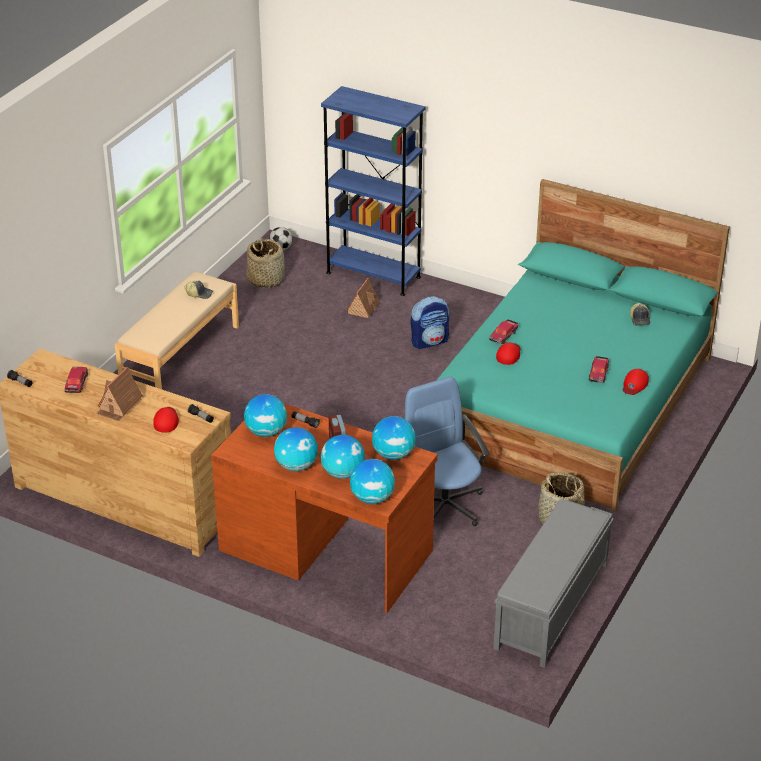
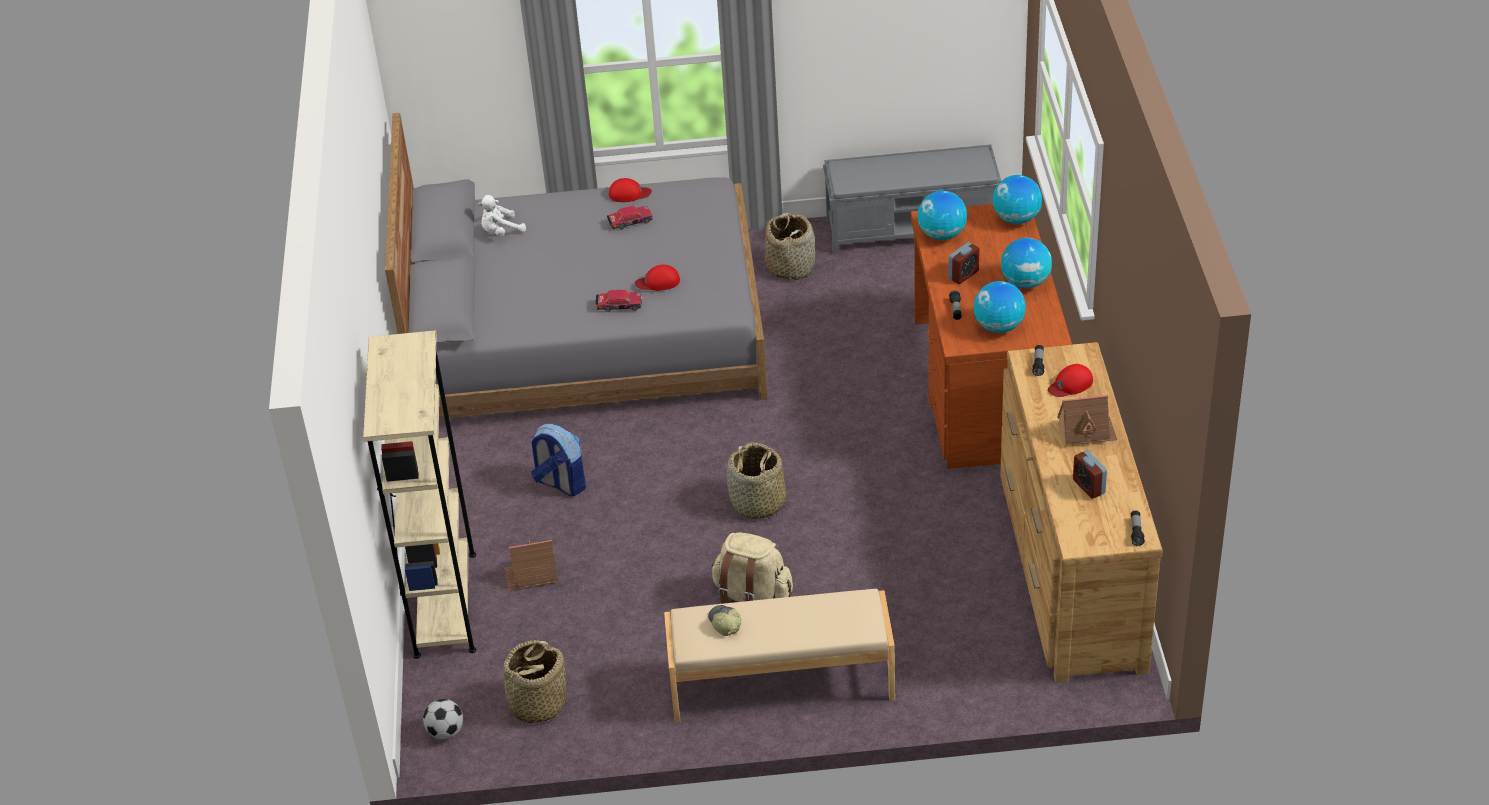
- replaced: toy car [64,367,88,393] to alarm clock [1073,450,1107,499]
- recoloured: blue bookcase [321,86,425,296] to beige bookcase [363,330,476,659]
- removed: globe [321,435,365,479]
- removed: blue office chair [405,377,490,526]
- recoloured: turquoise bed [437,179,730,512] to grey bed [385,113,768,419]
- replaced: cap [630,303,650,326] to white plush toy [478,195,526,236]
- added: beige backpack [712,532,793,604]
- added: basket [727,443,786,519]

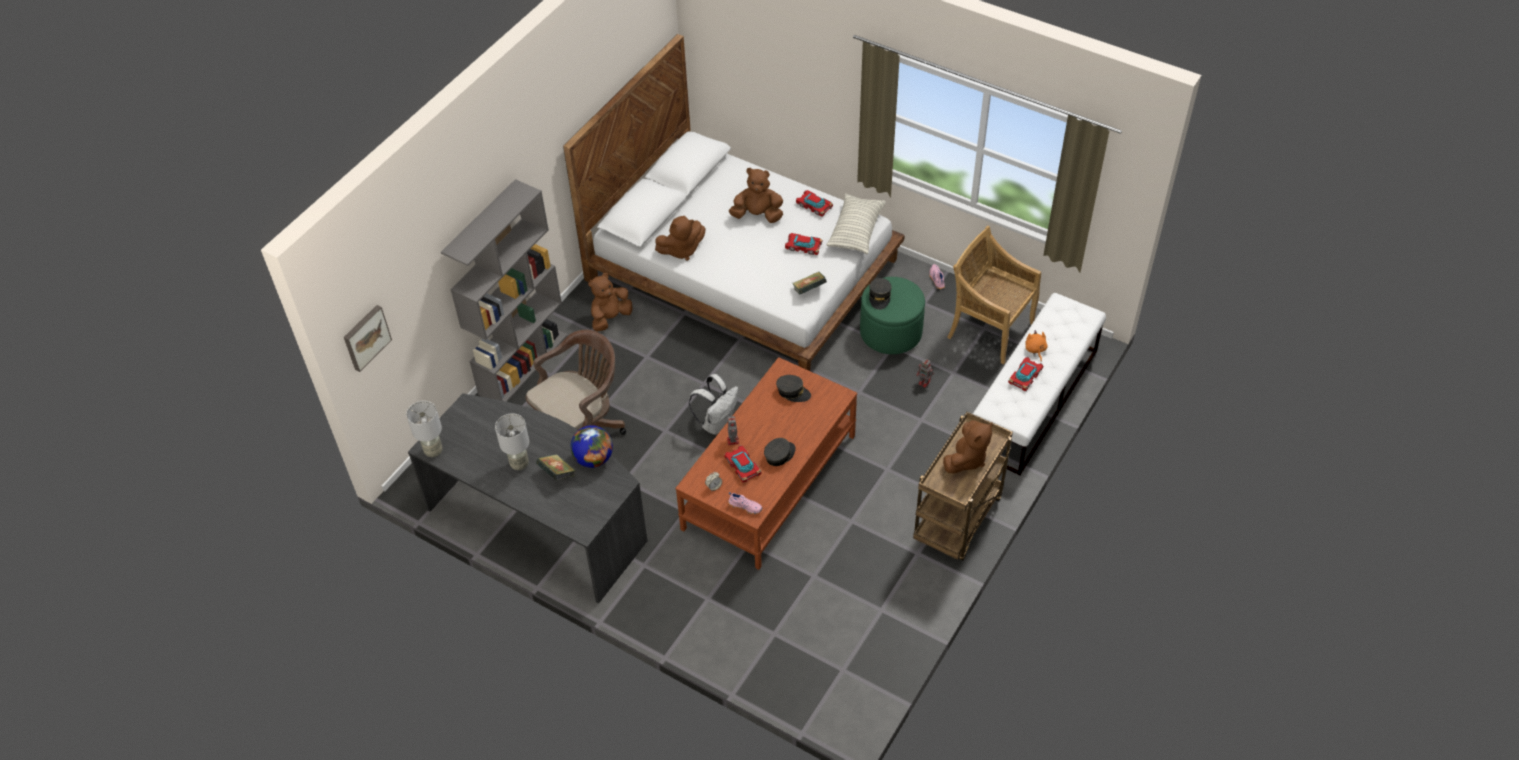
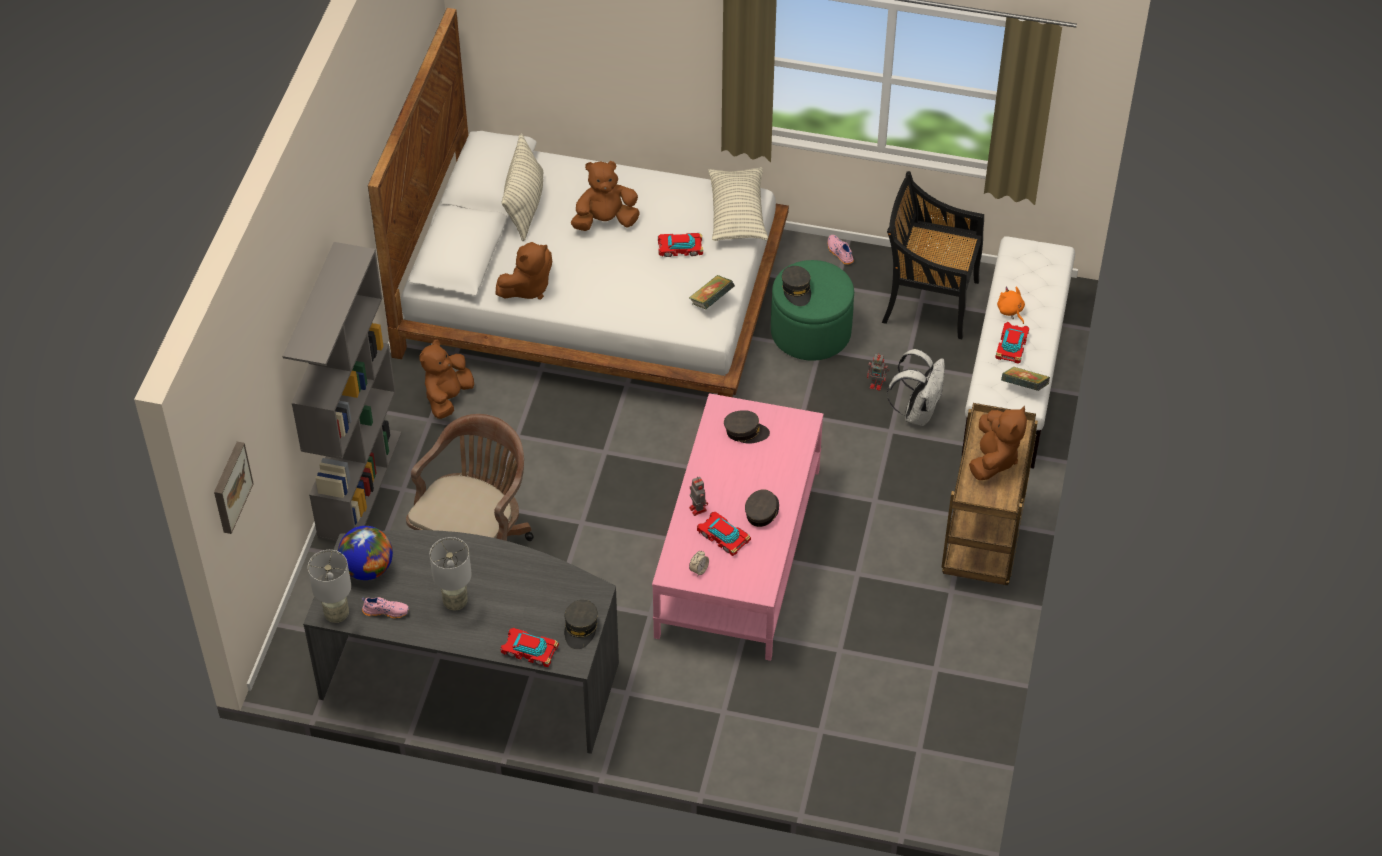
- moved: book [536,454,576,480] to [1001,366,1050,391]
- moved: globe [570,425,613,468] to [338,526,393,580]
- recoloured: brown coffee table [675,357,857,570] to pink coffee table [652,393,823,661]
- moved: white backpack [689,374,739,435] to [887,349,945,426]
- moved: pink shoe [728,492,762,514] to [361,597,409,619]
- moved: toy car [796,190,833,217] to [500,628,559,667]
- recoloured: beige chair [947,226,1041,364] to black chair [882,171,984,339]
- added: pillow [501,133,543,241]
- added: grey cap [564,600,598,649]

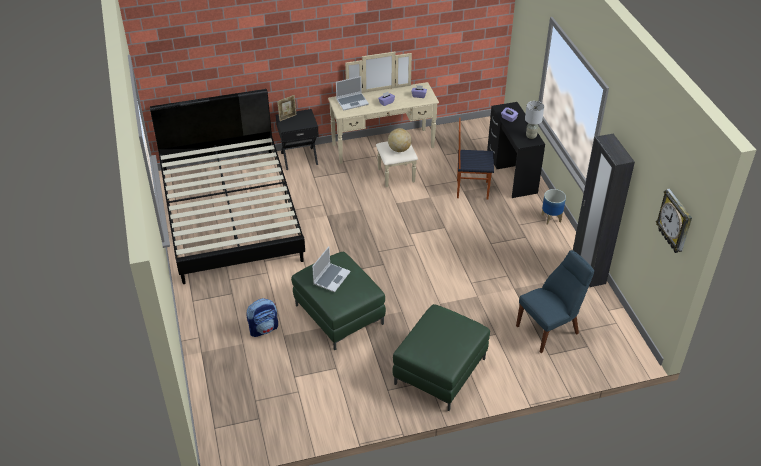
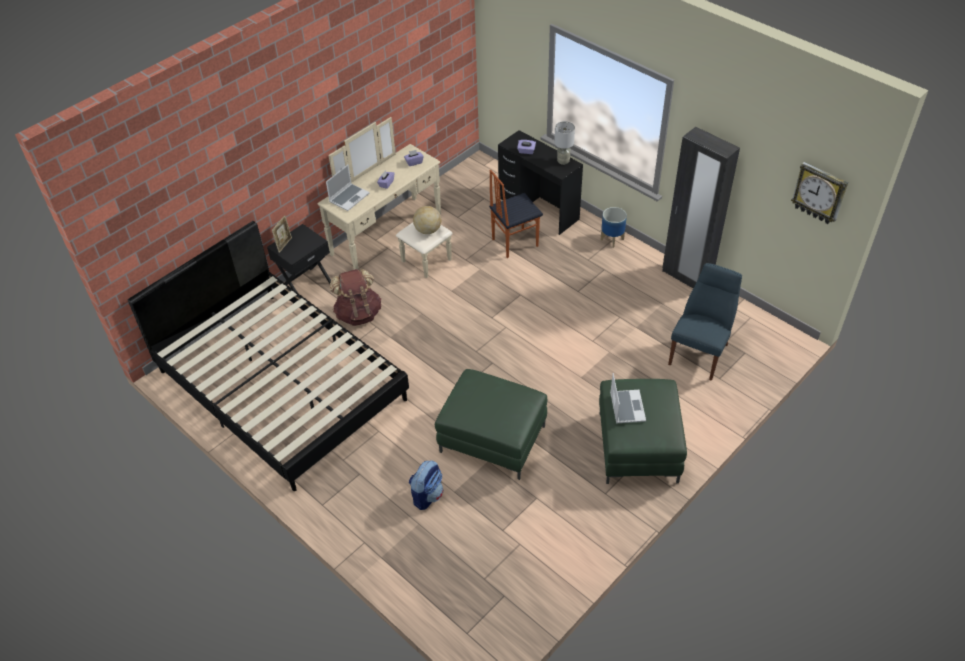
- moved: laptop [312,246,351,292] to [610,373,646,423]
- added: brown backpack [329,269,381,326]

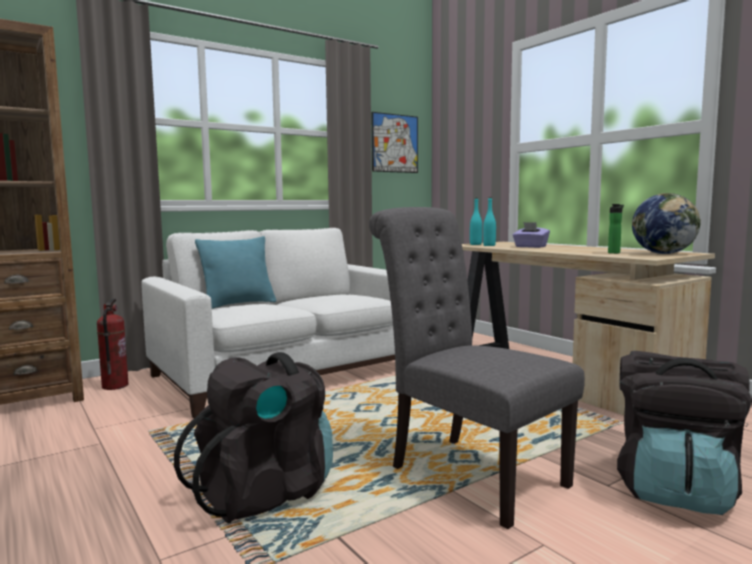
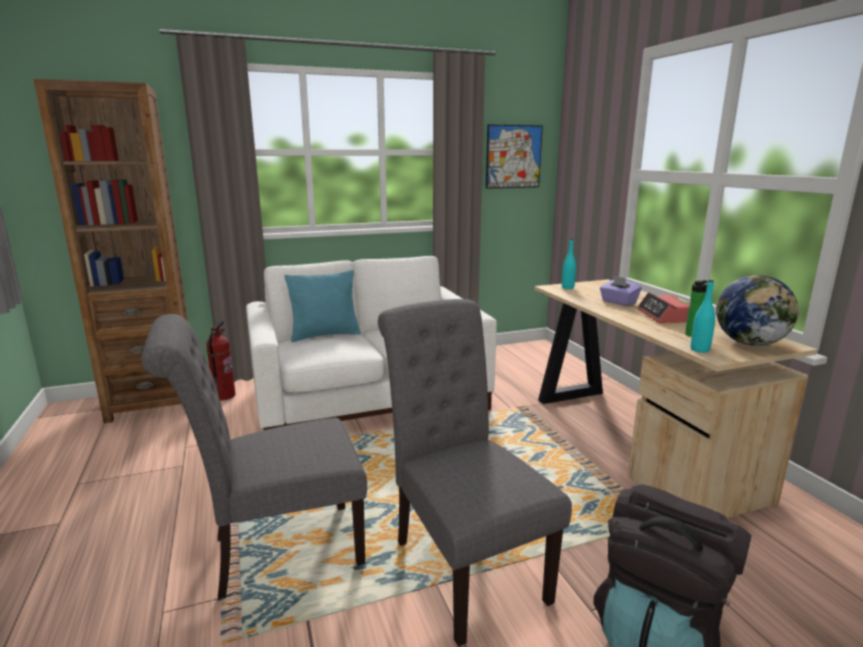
- replaced: black backpack [174,352,333,523] to grey chair [142,314,367,600]
- moved: turquoise bottle [483,197,496,246] to [691,280,715,353]
- added: alarm clock [637,292,690,323]

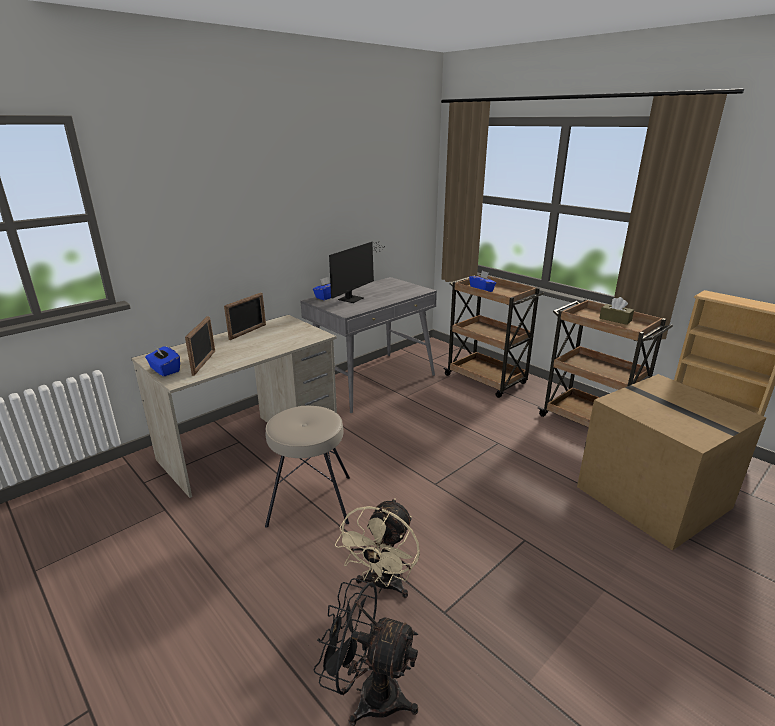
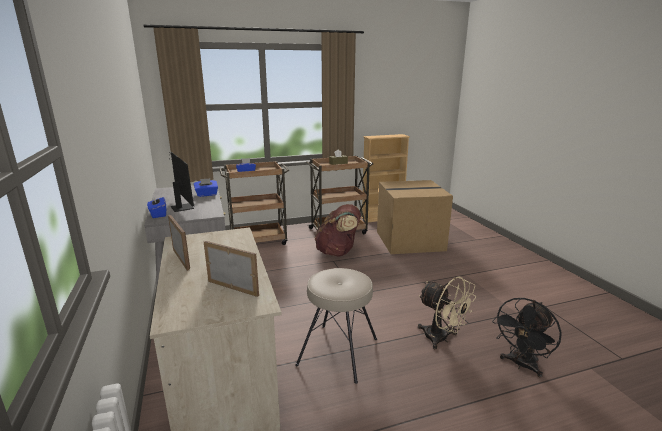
- moved: blue tissue box [145,346,180,376] to [194,178,218,197]
- added: brown backpack [314,204,361,257]

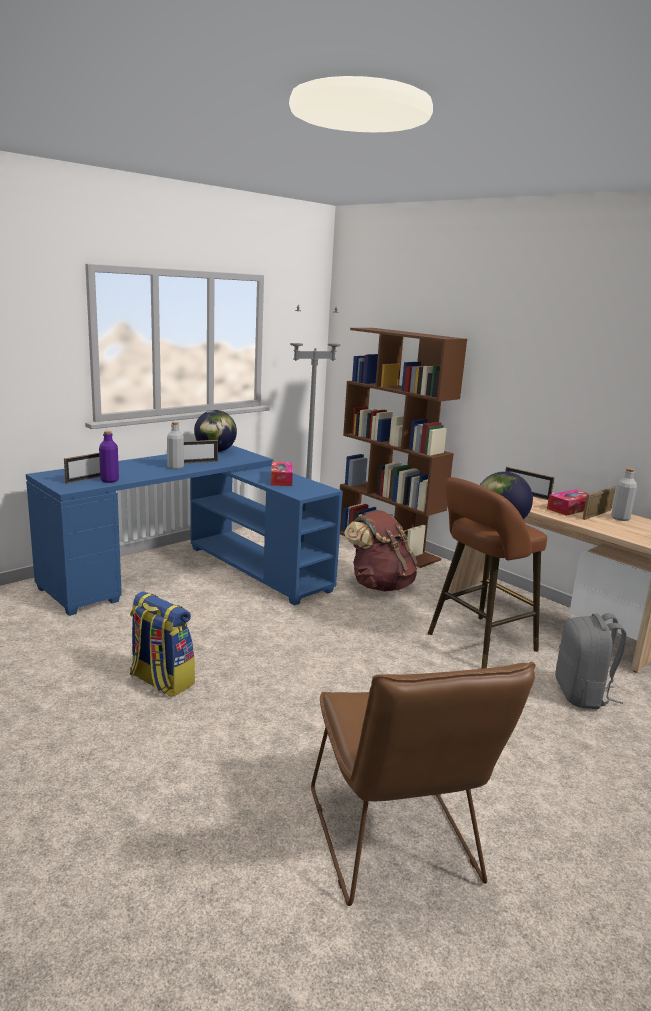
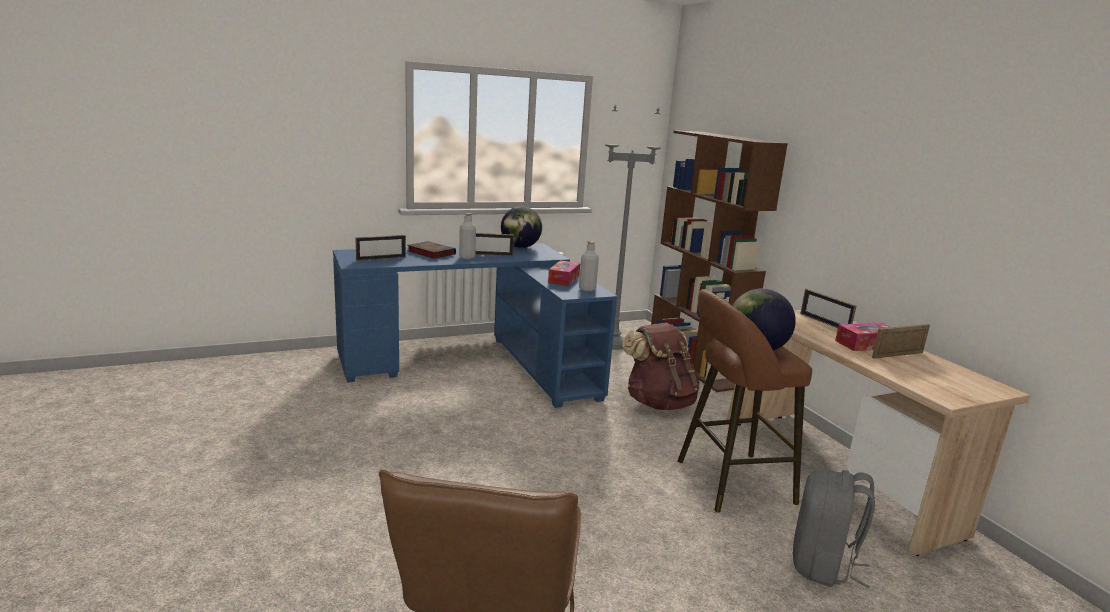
- removed: purple bottle [99,431,119,483]
- removed: backpack [130,591,195,697]
- moved: grey bottle [611,468,637,521] to [579,241,599,291]
- added: book [407,241,456,259]

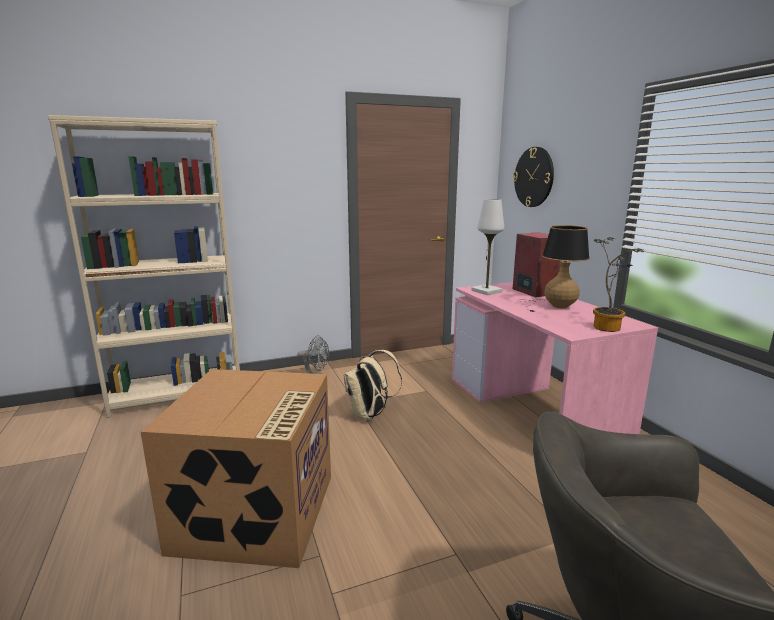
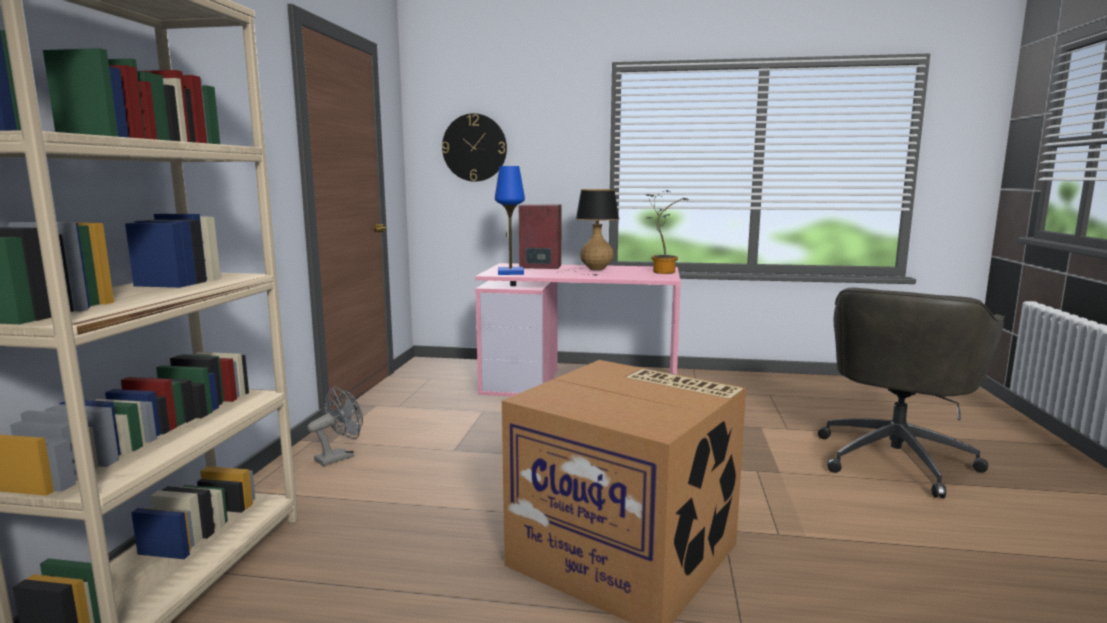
- removed: beige backpack [344,350,402,421]
- recoloured: white table lamp [471,199,504,295] to blue table lamp [495,166,525,275]

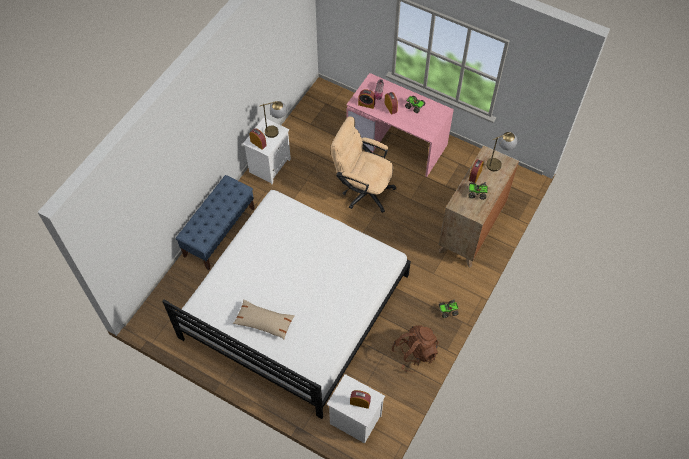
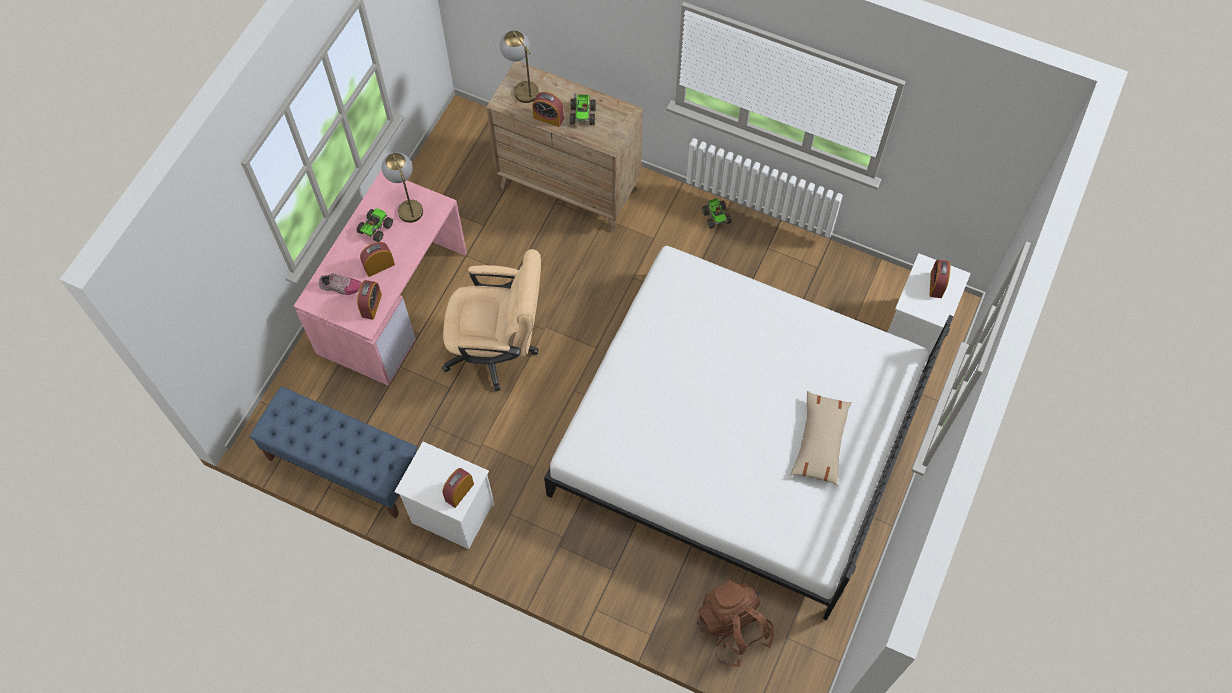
- moved: blue bench [175,175,255,270] to [249,386,417,518]
- moved: table lamp [260,101,287,138] to [382,152,423,223]
- turned: beige office chair [331,117,396,213] = [442,249,541,391] 105 degrees counterclockwise
- moved: brown backpack [392,325,439,372] to [697,580,774,667]

